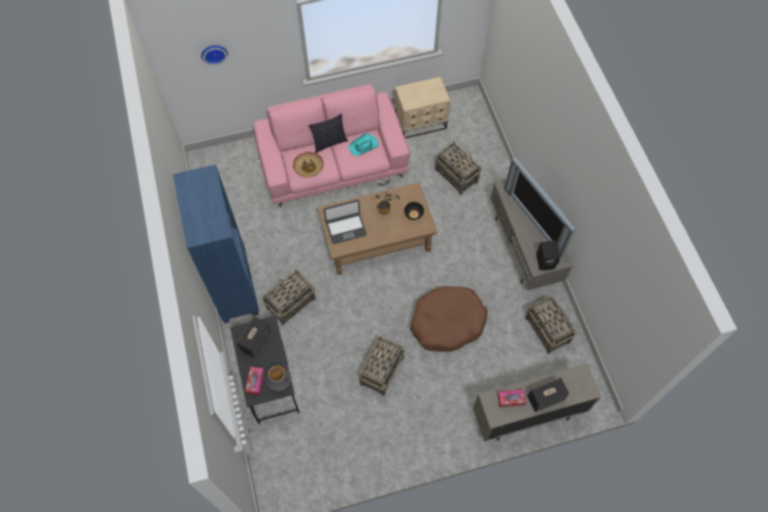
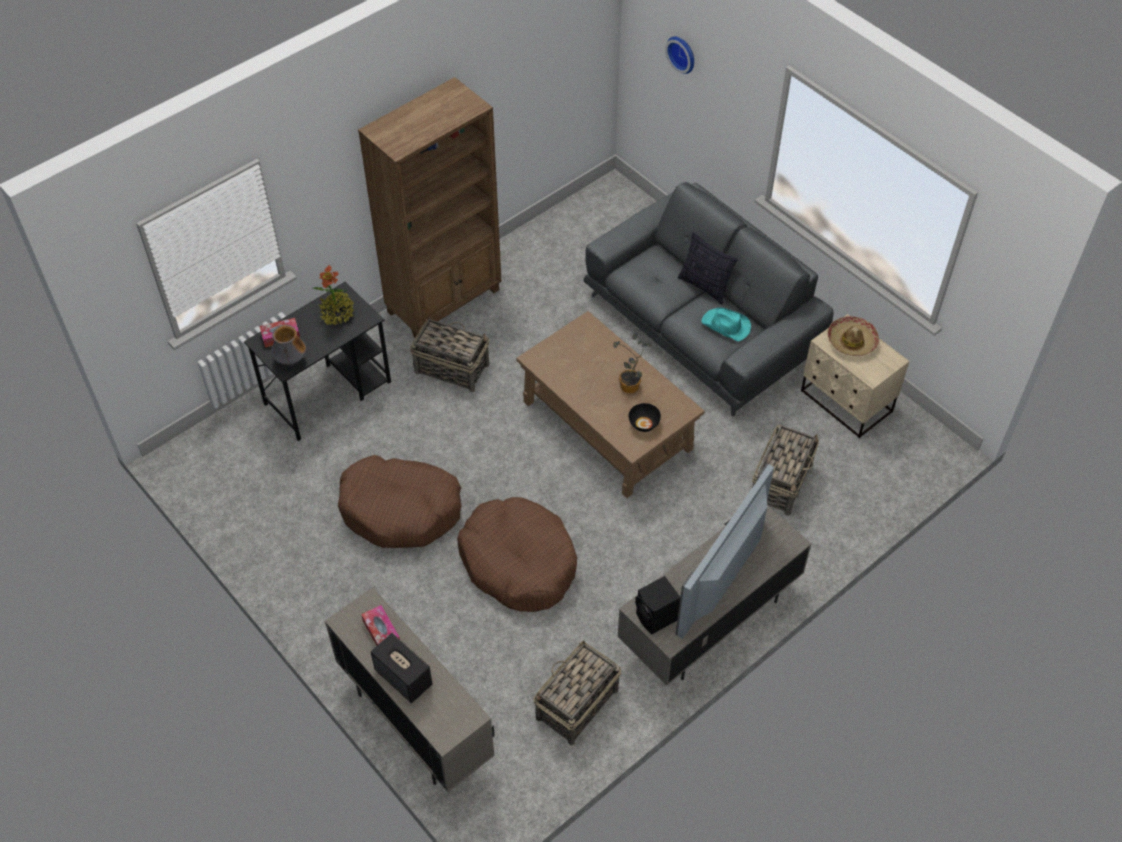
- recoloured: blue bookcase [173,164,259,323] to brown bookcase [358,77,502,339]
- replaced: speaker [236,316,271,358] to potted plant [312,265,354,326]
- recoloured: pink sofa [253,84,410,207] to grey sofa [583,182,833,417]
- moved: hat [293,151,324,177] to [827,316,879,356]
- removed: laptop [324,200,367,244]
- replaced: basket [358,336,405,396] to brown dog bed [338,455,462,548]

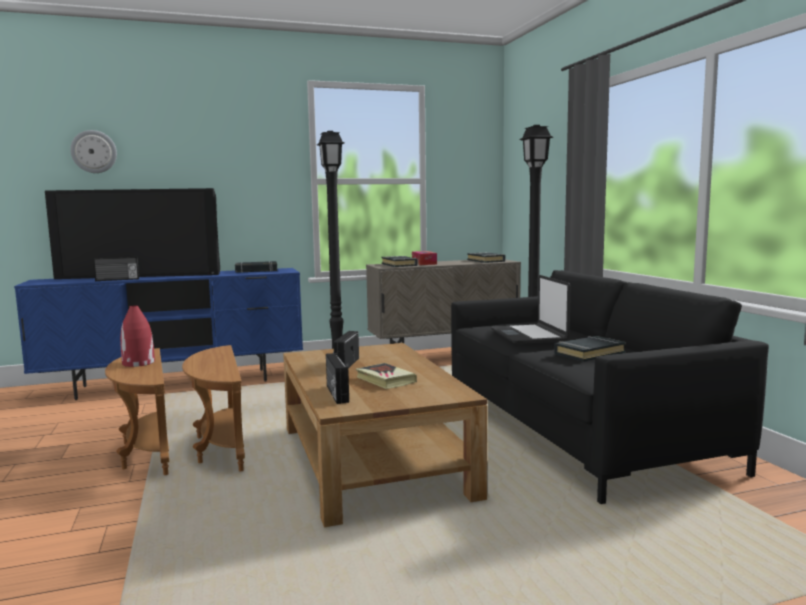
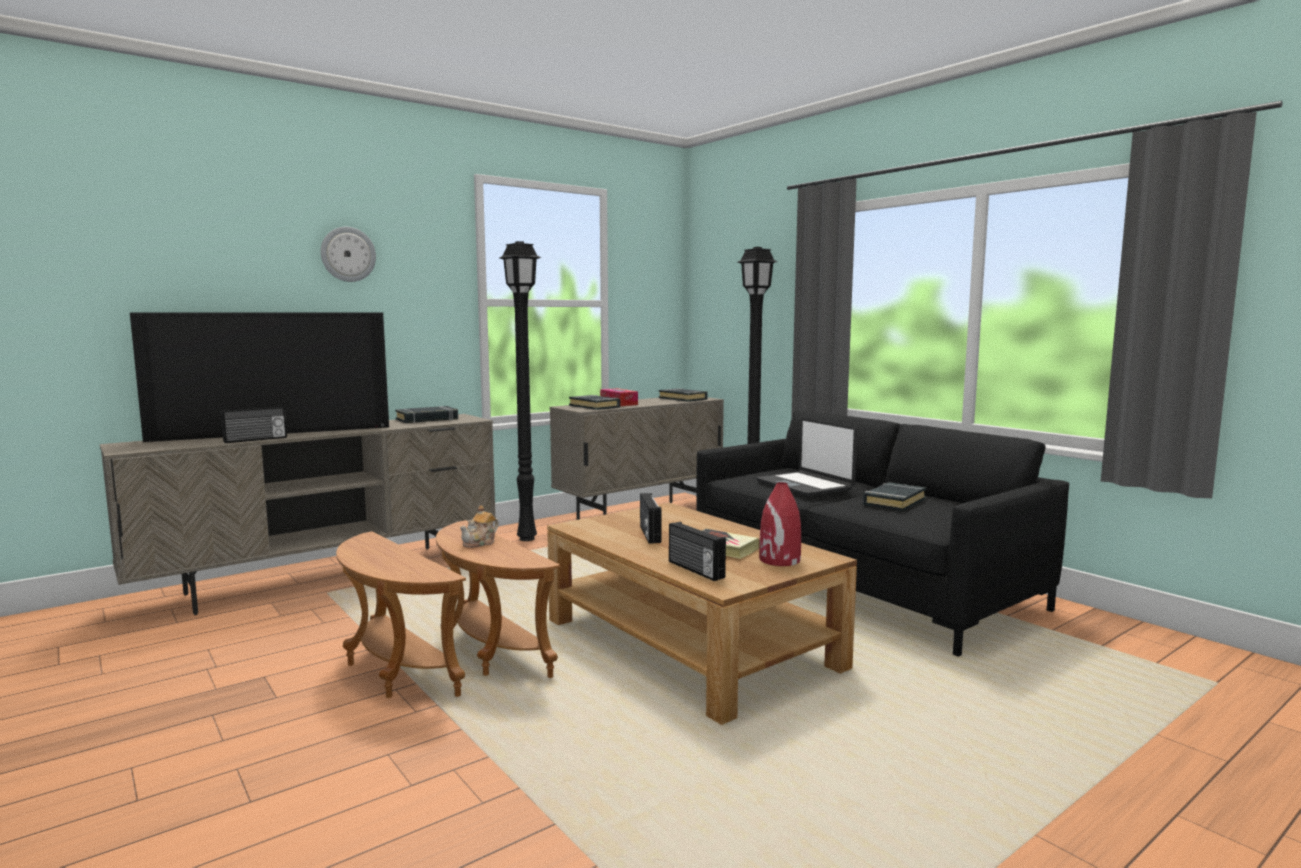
- recoloured: blue tv stand [14,268,303,400] to beige tv stand [100,414,496,615]
- moved: wall clock [70,130,117,173] to [320,227,376,282]
- moved: red vase [120,305,155,367] to [759,482,801,566]
- added: teapot [460,505,499,548]

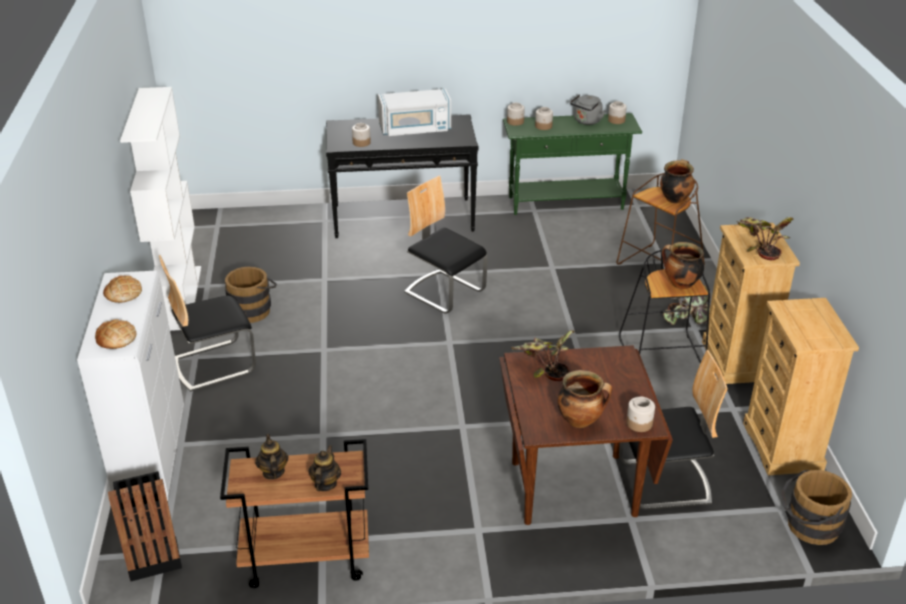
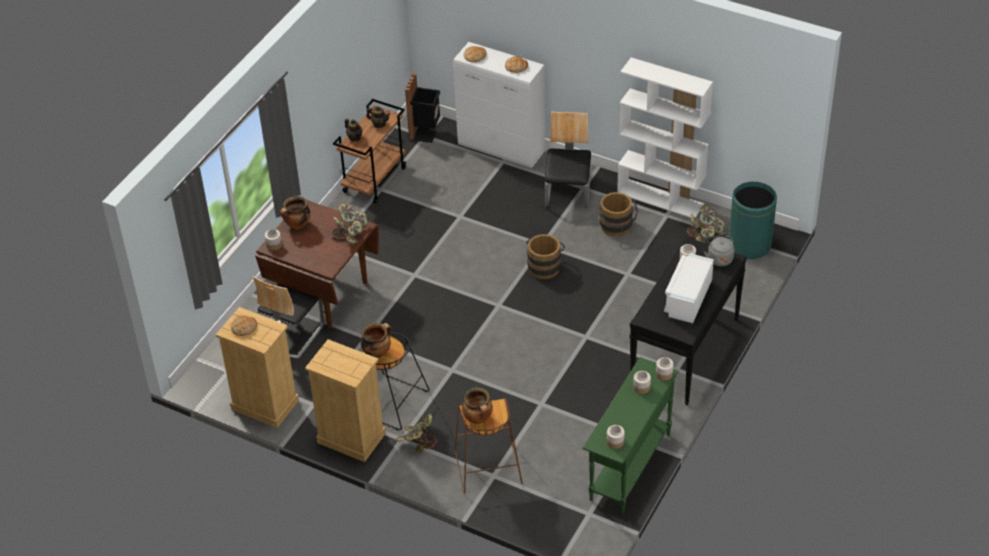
- removed: chair [404,175,488,313]
- moved: grey kettle [570,94,606,125] to [704,234,734,267]
- moved: potted plant [736,217,794,260] to [687,206,725,243]
- moved: brown bucket [781,470,852,545] to [526,234,565,279]
- added: bread [231,316,257,336]
- added: green trash can [729,182,777,259]

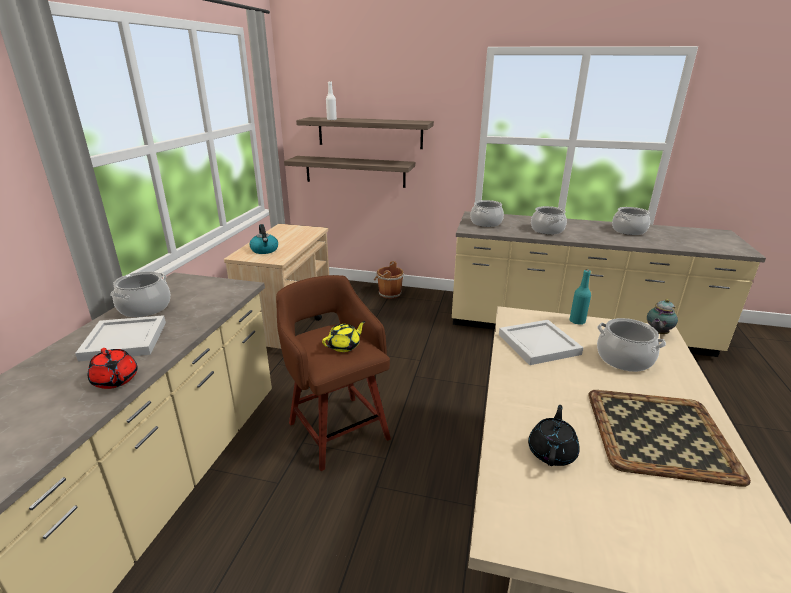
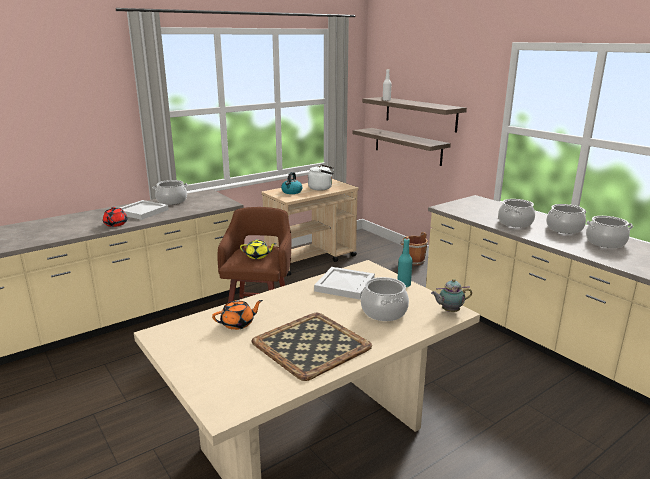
- moved: cooking pot [470,200,504,227] to [546,204,586,234]
- recoloured: black teapot [528,405,580,466] to orange teapot [212,300,263,330]
- added: white kettle [308,164,334,191]

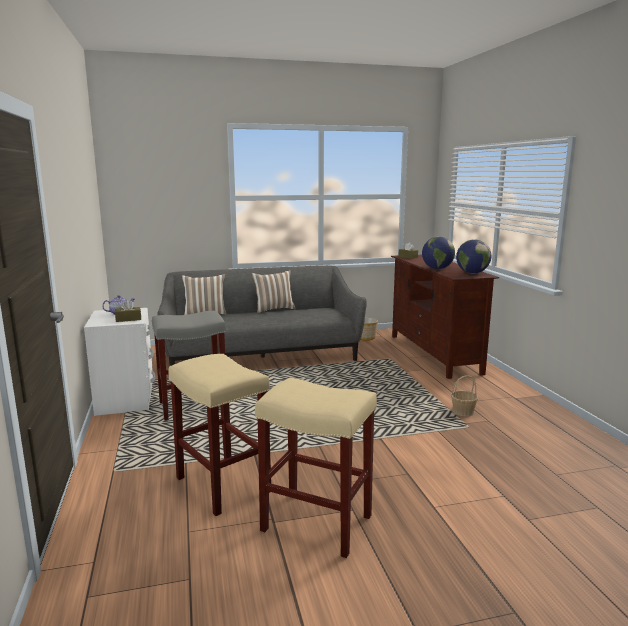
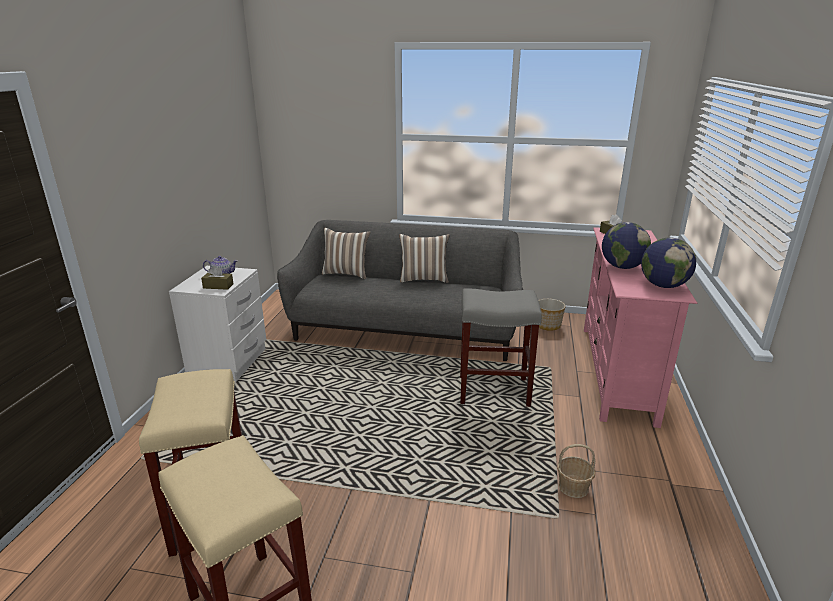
- moved: grey stool [152,311,226,420] to [460,288,542,407]
- recoloured: brown tv stand [391,255,499,379] to pink tv stand [584,227,697,428]

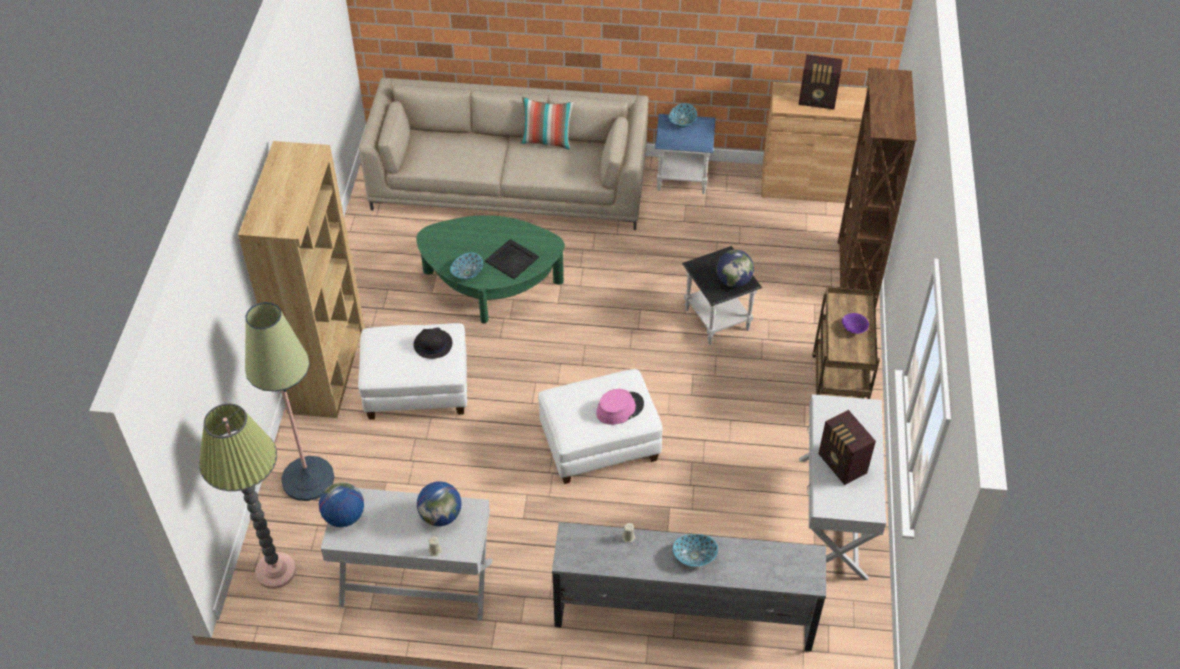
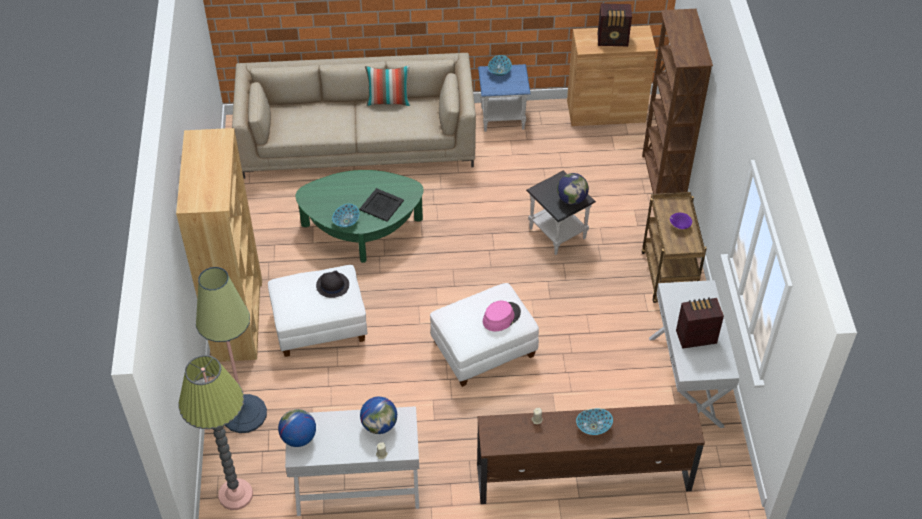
- recoloured: grey tv stand [552,522,826,651] to brown tv stand [477,403,705,504]
- turned: radio [818,410,876,485] = [676,297,724,349] 120 degrees clockwise

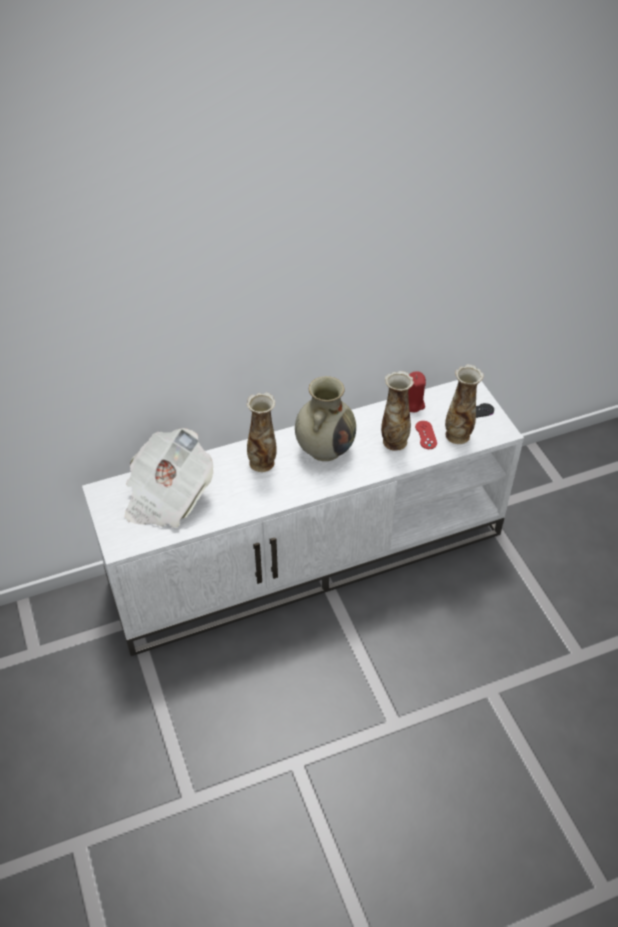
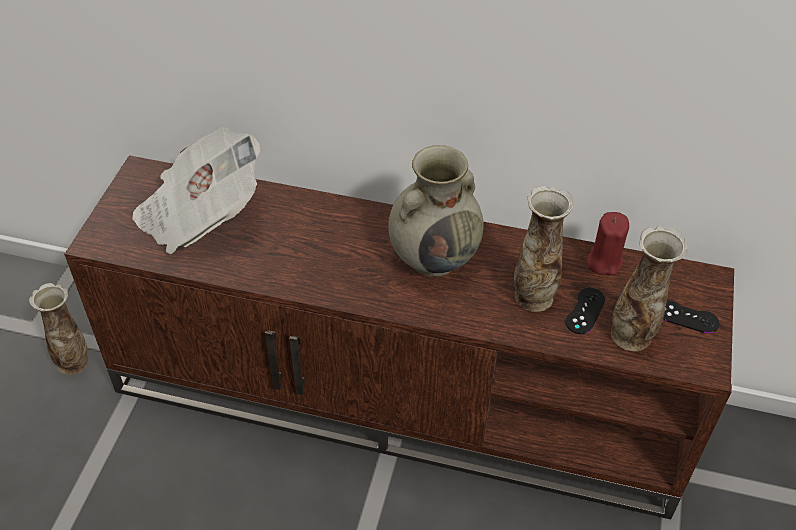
- recoloured: white tv stand [82,380,524,656] to brown tv stand [64,155,734,519]
- moved: vase [247,393,277,472] to [29,283,88,375]
- recoloured: red game controller [415,421,437,449] to black game controller [566,288,605,334]

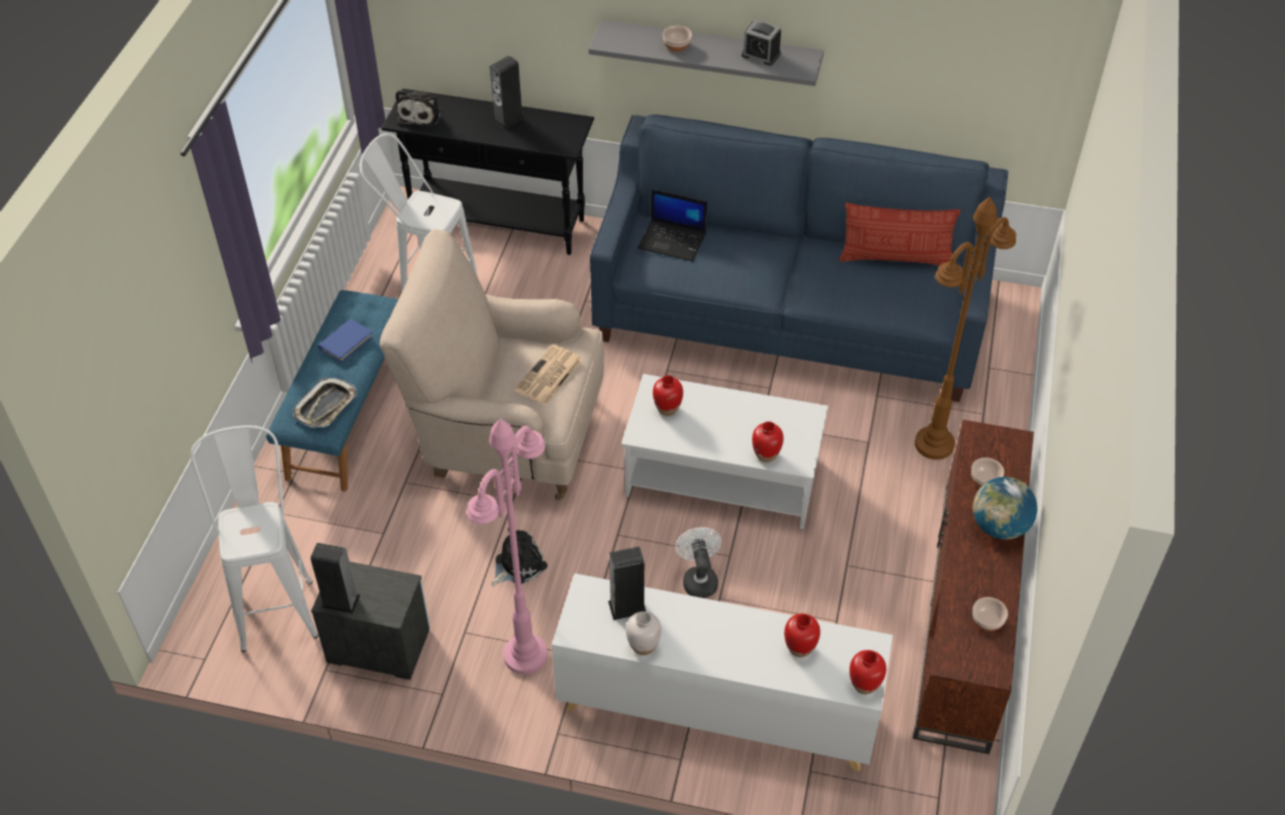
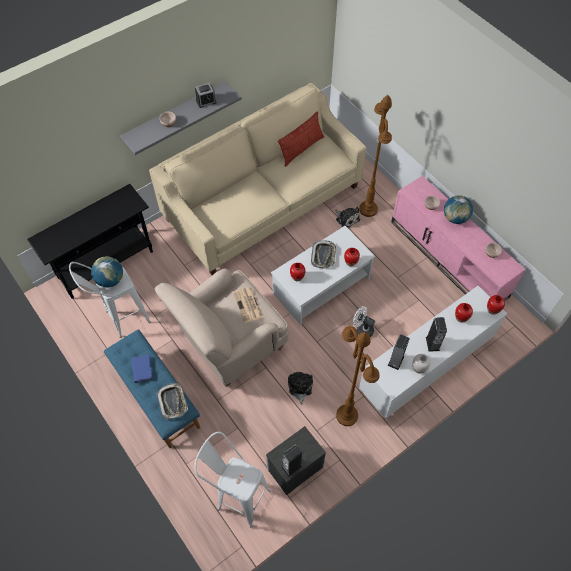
- moved: plush toy [395,90,441,127] to [335,207,360,229]
- recoloured: pink floor lamp [467,419,548,675] to brown floor lamp [336,326,380,426]
- moved: speaker [490,55,524,129] to [426,317,447,352]
- recoloured: blue sofa [590,114,1008,402] to beige sofa [149,83,366,275]
- removed: laptop [638,189,707,262]
- recoloured: brown tv stand [913,420,1034,754] to pink tv stand [391,176,525,301]
- added: globe [91,256,123,287]
- added: tray [311,241,336,269]

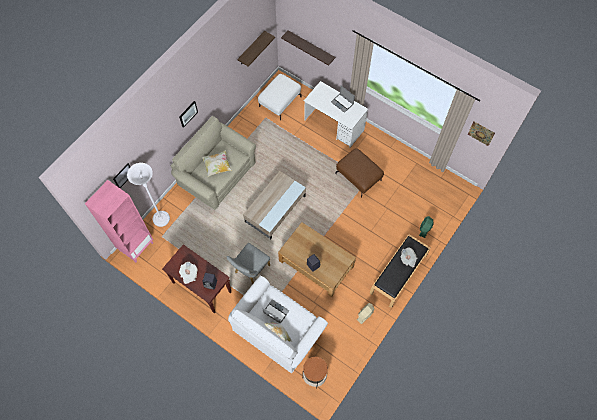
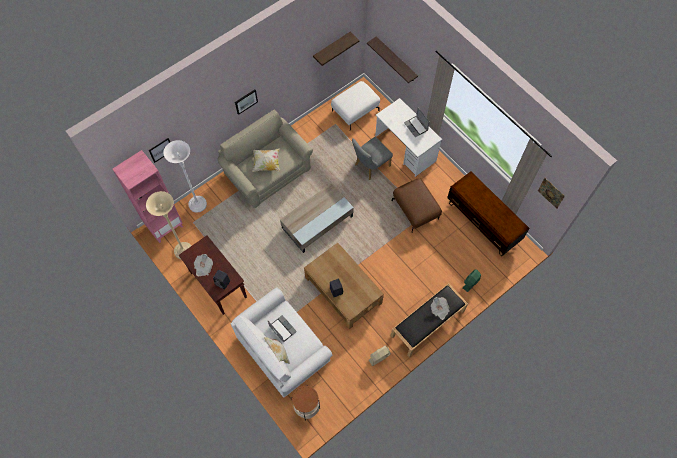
- moved: grey chair [226,243,270,284] to [352,137,393,180]
- added: beige floor lamp [146,191,191,260]
- added: brown tv stand [447,171,530,256]

